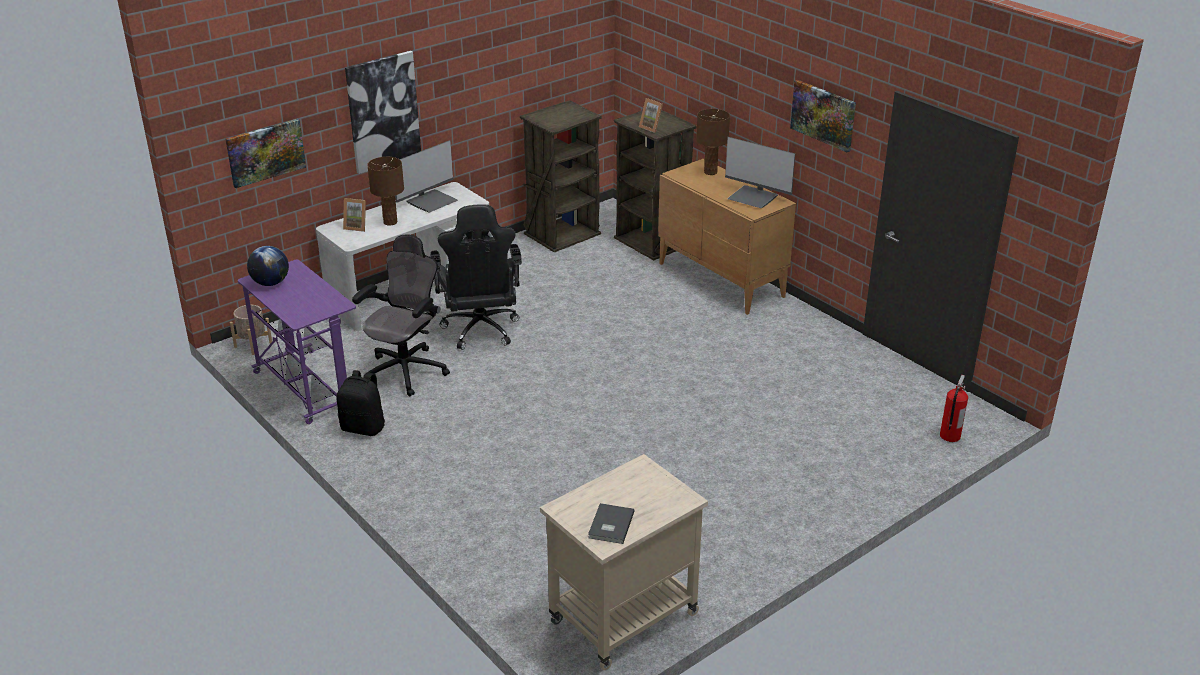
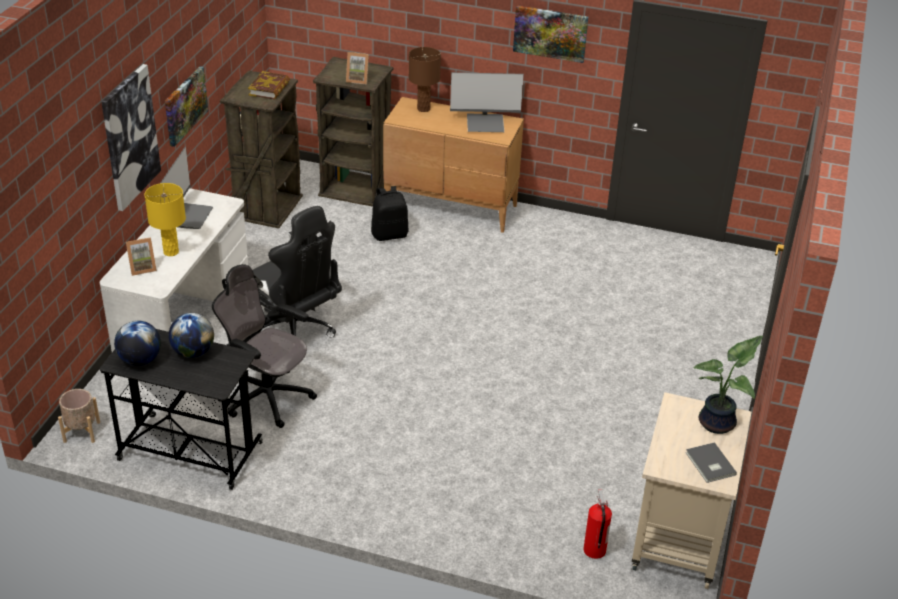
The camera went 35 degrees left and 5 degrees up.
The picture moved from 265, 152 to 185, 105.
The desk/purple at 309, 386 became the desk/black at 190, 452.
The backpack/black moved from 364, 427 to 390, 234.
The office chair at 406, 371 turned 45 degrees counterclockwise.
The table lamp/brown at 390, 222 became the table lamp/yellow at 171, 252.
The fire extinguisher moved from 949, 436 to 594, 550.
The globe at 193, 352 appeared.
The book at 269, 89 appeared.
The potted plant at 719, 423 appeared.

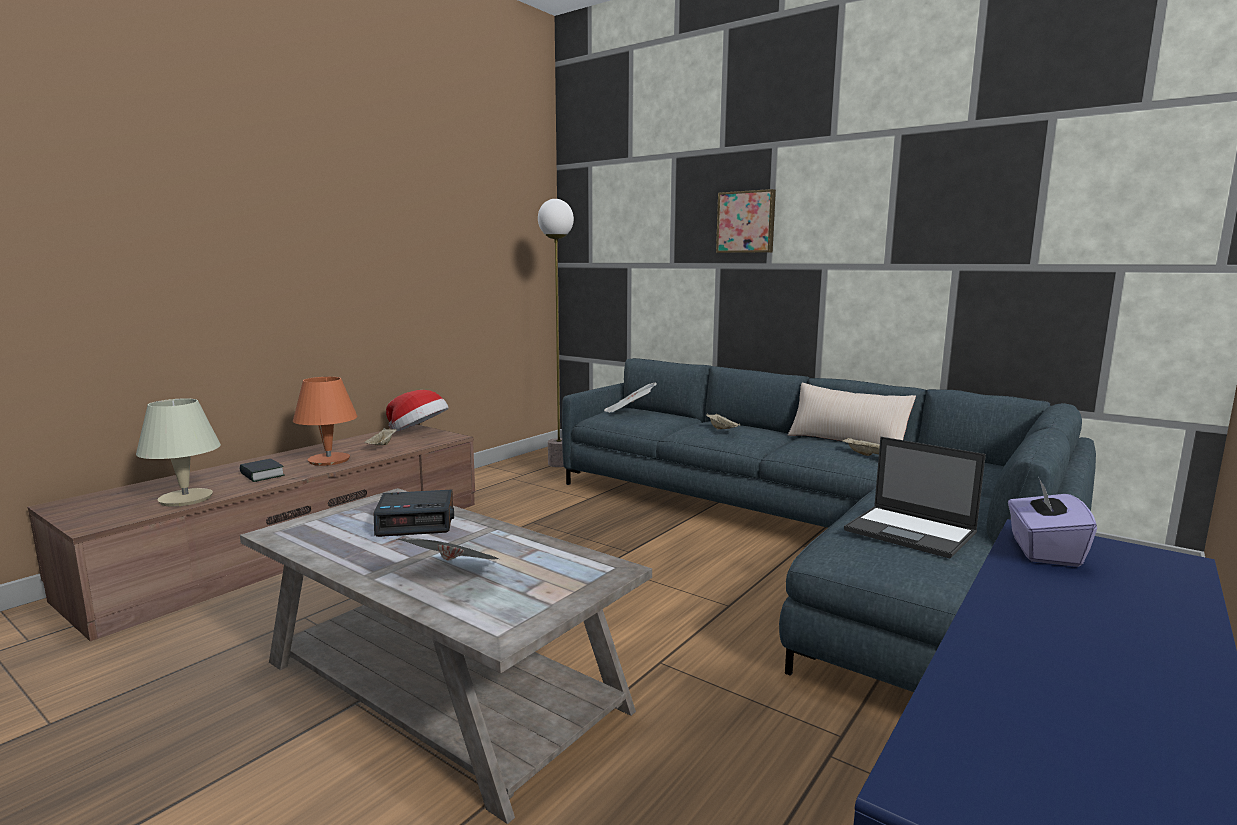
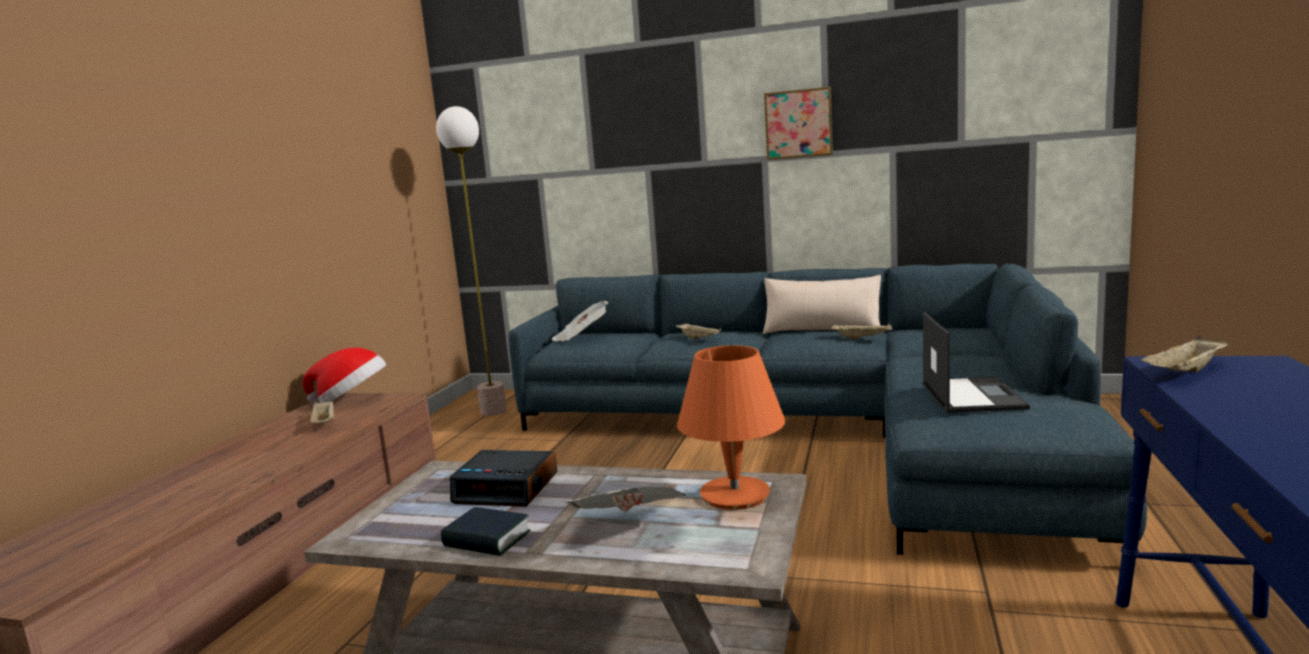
The camera went 20 degrees left and 0 degrees up.
The table lamp/beige at 186, 499 disappeared.
The book moved from 262, 475 to 487, 539.
The table lamp/orange moved from 329, 460 to 735, 494.
The alarm clock at 417, 522 turned 45 degrees clockwise.
The picture moved from 746, 222 to 798, 124.
The laptop at 911, 532 turned 105 degrees counterclockwise.
The tissue box/purple at 1043, 550 was replaced by the tray/beige at 1185, 373.

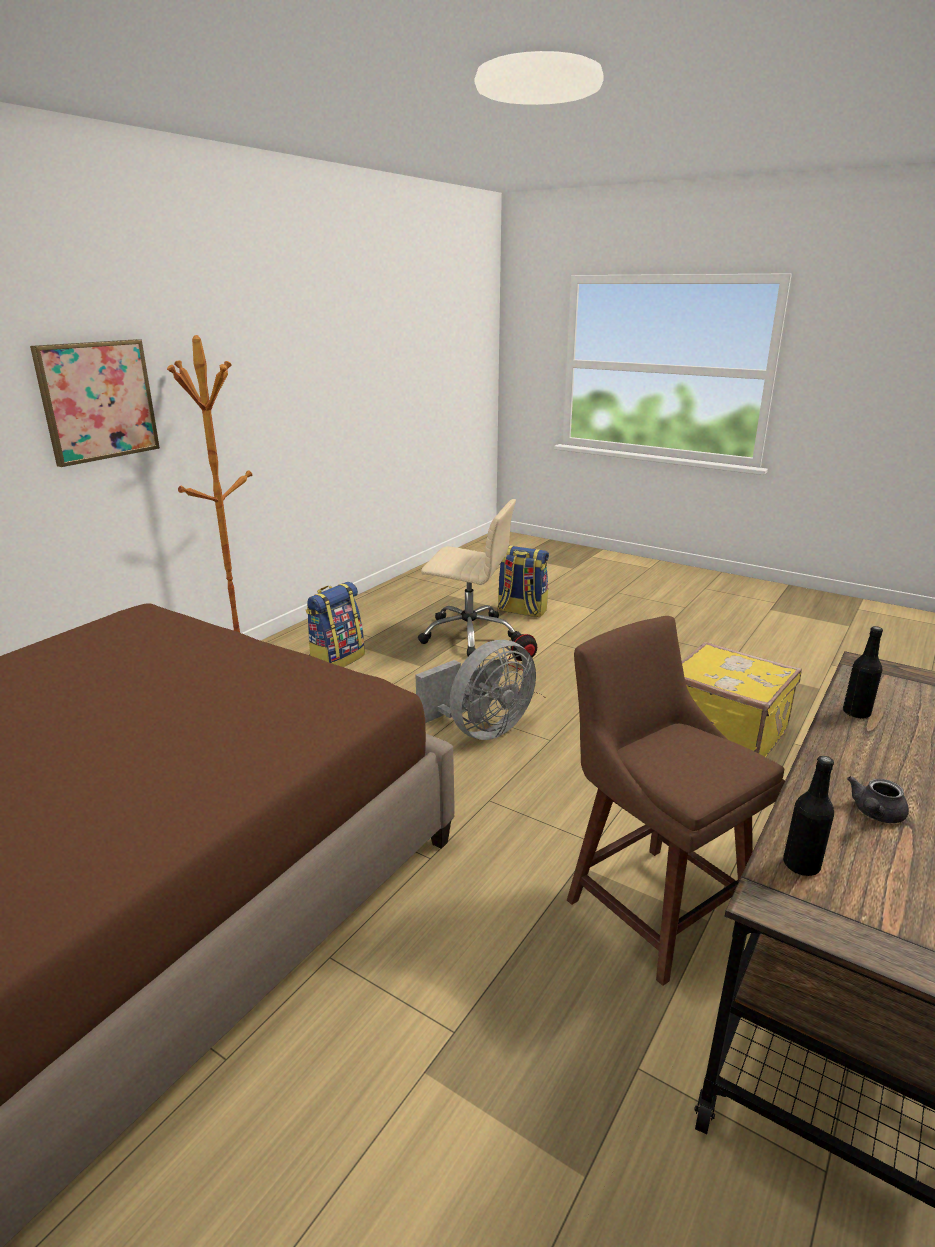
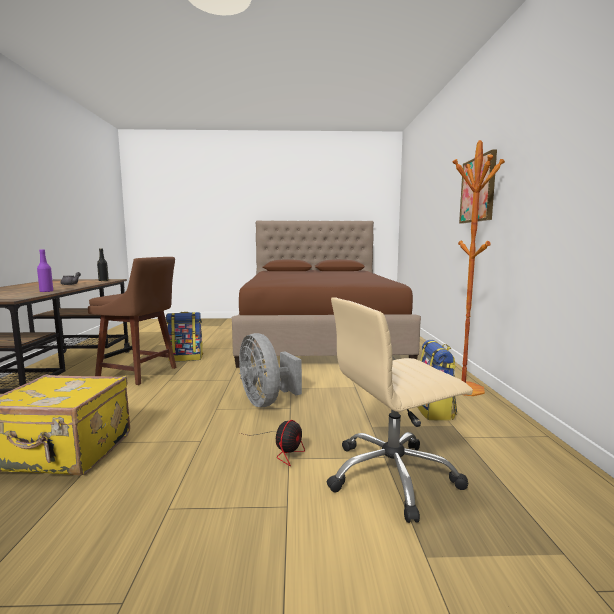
The camera went 145 degrees right and 15 degrees down.
The fan/grey at 481, 730 turned 45 degrees counterclockwise.
The backpack moved from 521, 611 to 186, 358.
The bottle/black at 856, 713 became the bottle/purple at 46, 291.

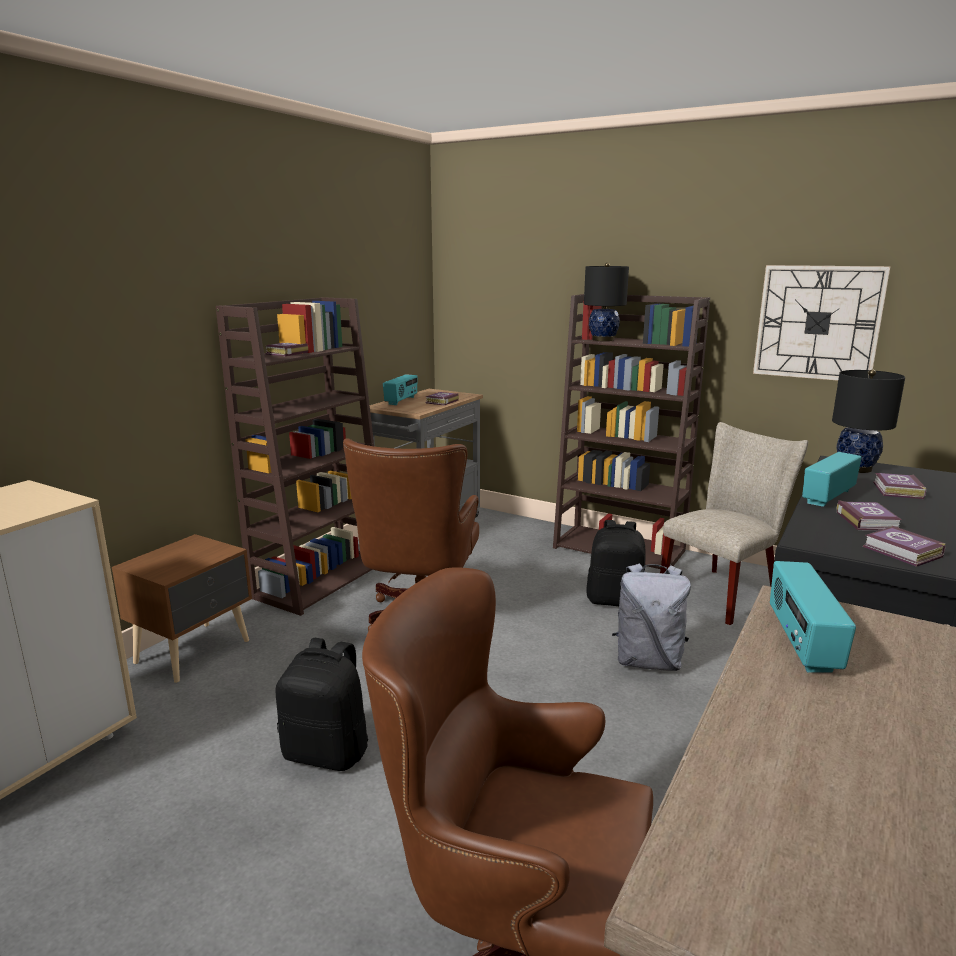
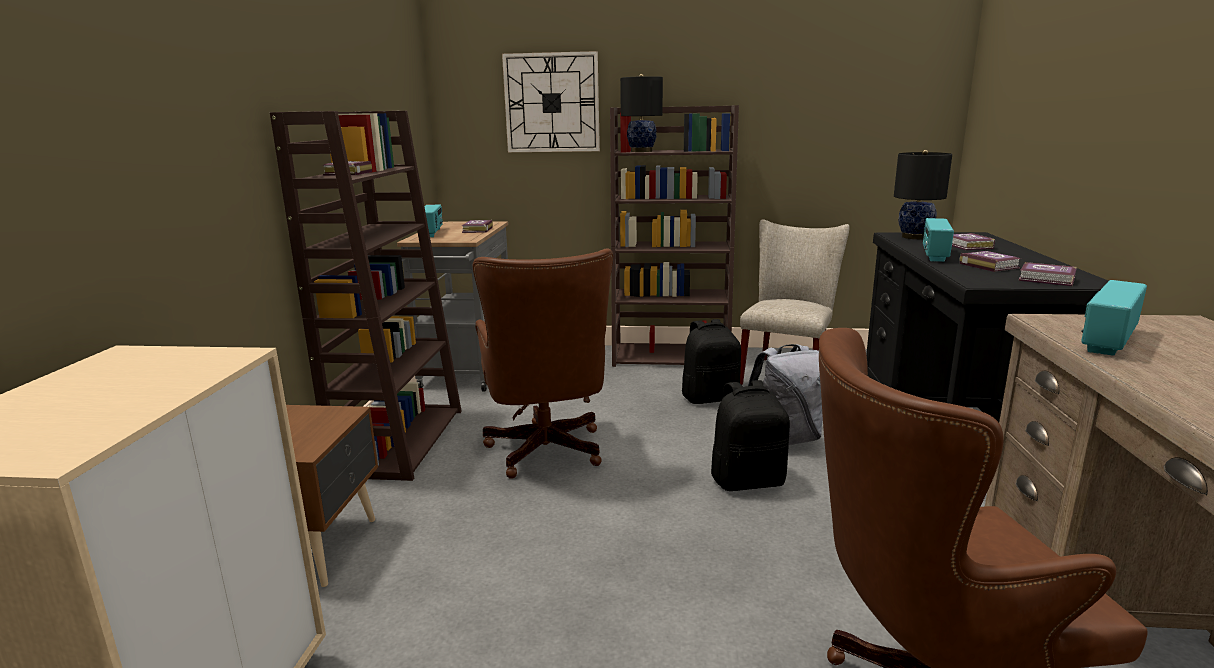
The camera went 25 degrees left and 0 degrees up.
The backpack/black moved from 327, 752 to 748, 480.
The wall clock moved from 818, 323 to 552, 103.
The radio at 801, 642 turned 60 degrees clockwise.

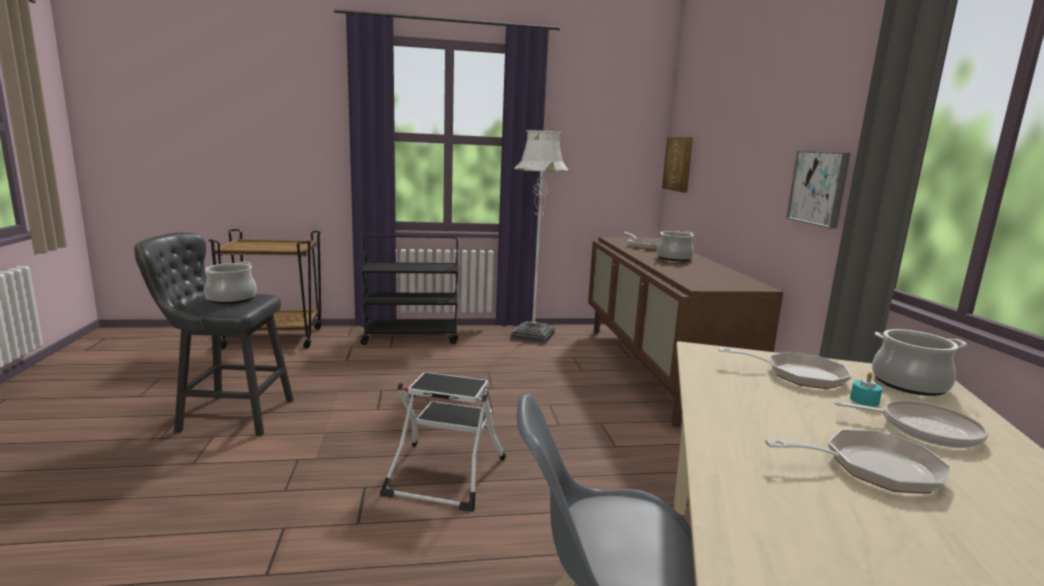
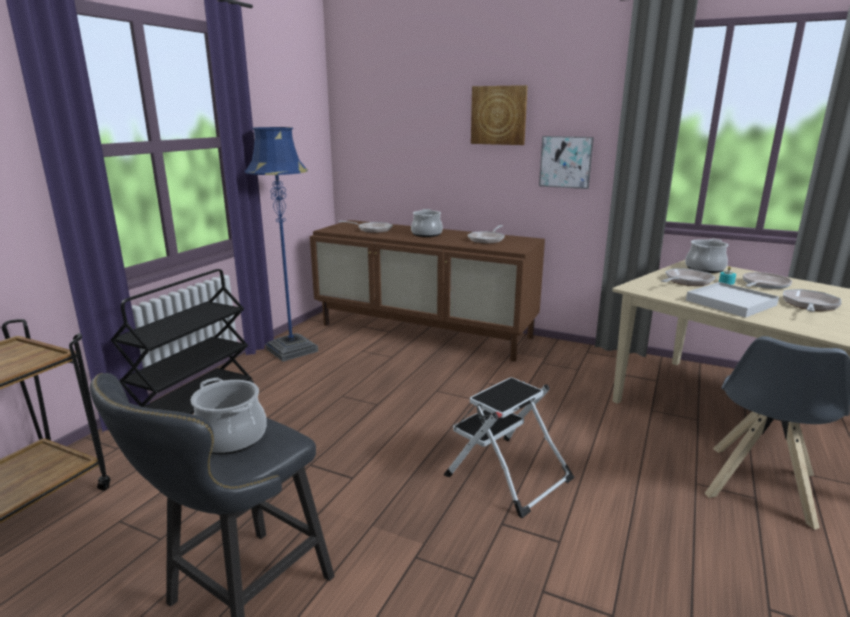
The camera went 55 degrees left and 5 degrees up.
The floor lamp/white at 533, 335 became the floor lamp/blue at 292, 350.
The picture moved from 679, 164 to 499, 115.
The frying pan at 487, 240 appeared.
The tray/white at 731, 303 appeared.

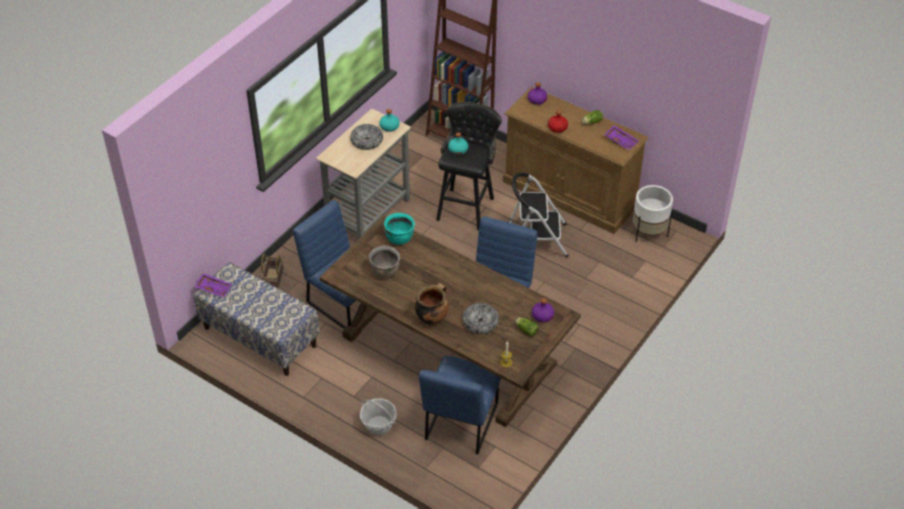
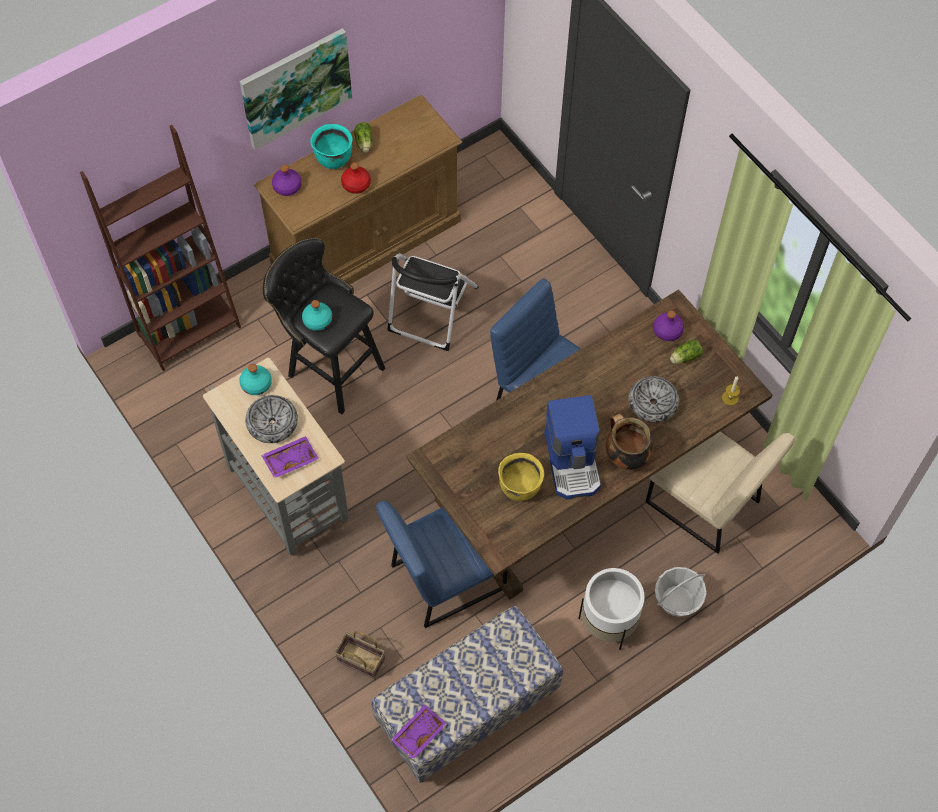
The camera went 70 degrees left and 15 degrees up.
The cooking pot/brown at 385, 272 became the cooking pot/yellow at 519, 487.
The cooking pot/turquoise moved from 399, 238 to 333, 158.
The chair/blue at 460, 423 became the chair/beige at 705, 504.
The tray/purple moved from 621, 140 to 290, 459.
The planter/white moved from 649, 232 to 608, 623.
The picture at 295, 87 appeared.
The coffee machine at 573, 461 appeared.

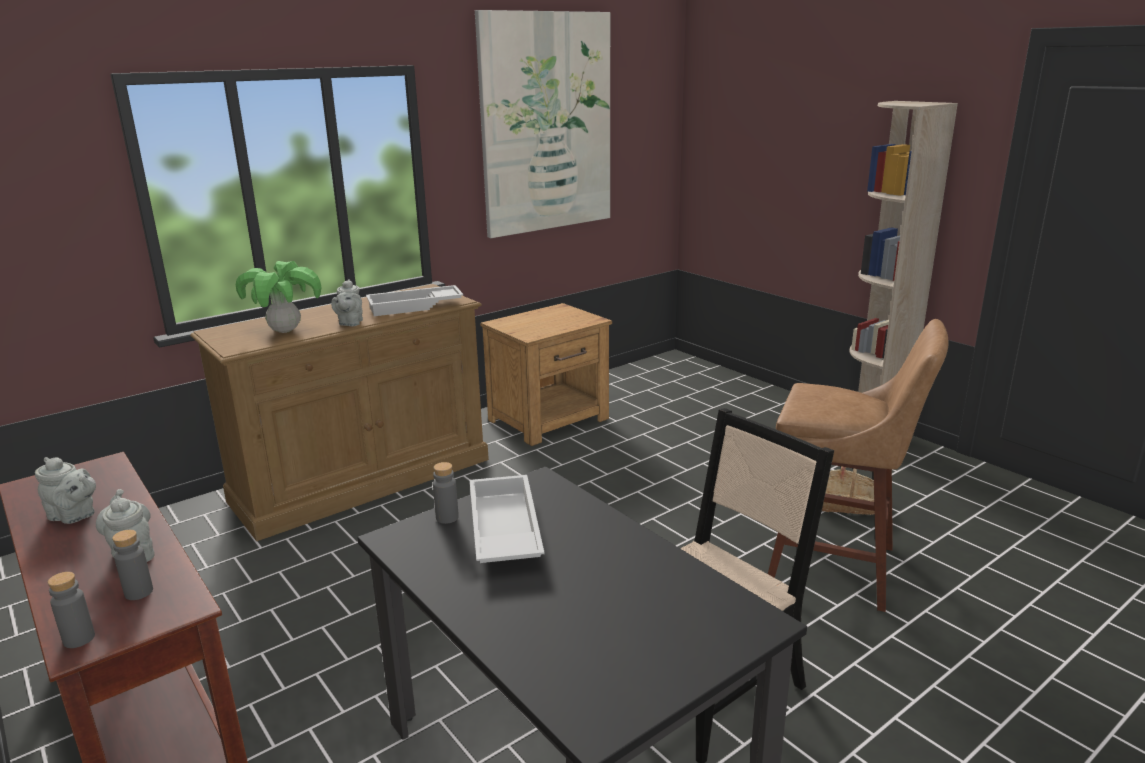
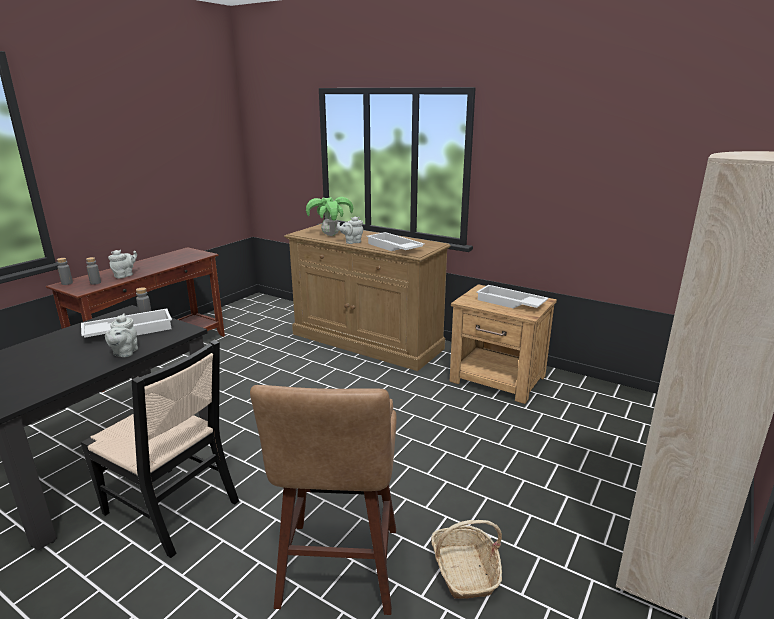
The camera went 70 degrees right and 0 degrees up.
The teapot/grey moved from 74, 516 to 124, 353.
The picture at 547, 124 disappeared.
The tray/white at 510, 303 appeared.

